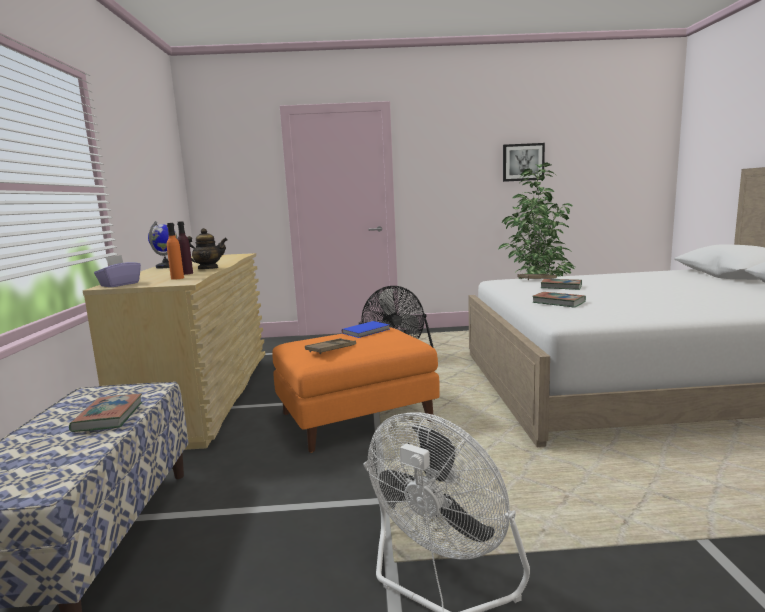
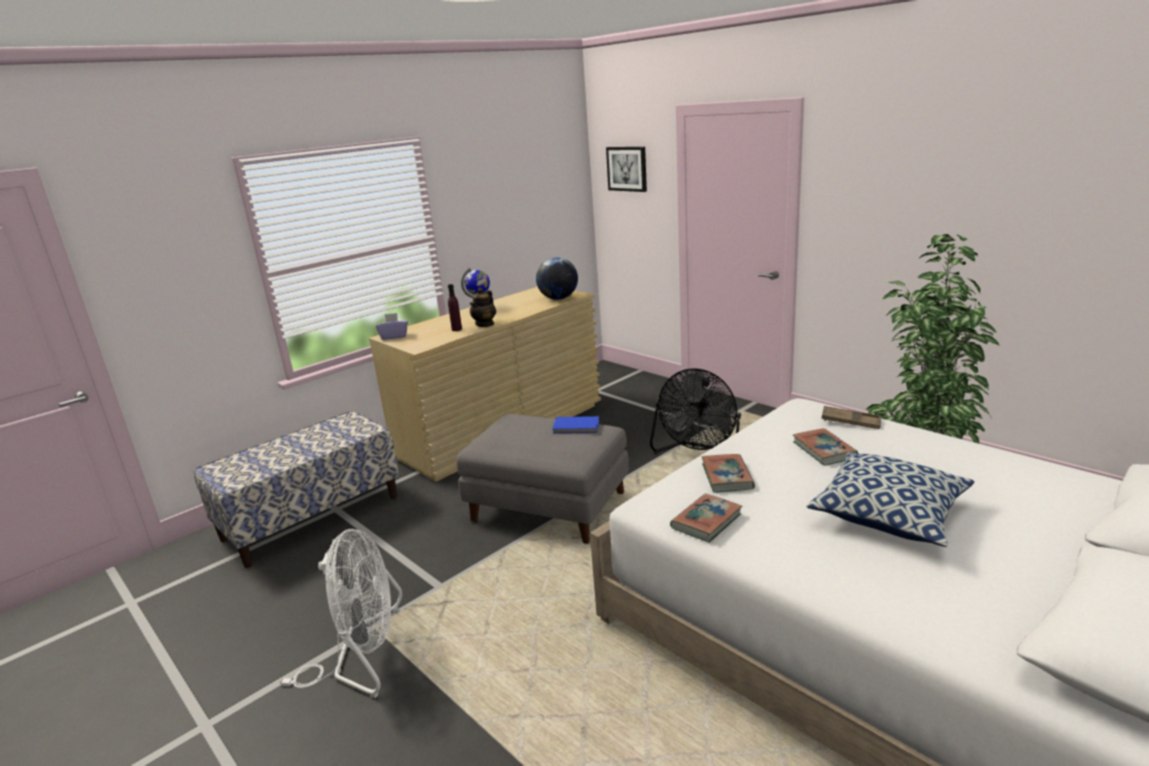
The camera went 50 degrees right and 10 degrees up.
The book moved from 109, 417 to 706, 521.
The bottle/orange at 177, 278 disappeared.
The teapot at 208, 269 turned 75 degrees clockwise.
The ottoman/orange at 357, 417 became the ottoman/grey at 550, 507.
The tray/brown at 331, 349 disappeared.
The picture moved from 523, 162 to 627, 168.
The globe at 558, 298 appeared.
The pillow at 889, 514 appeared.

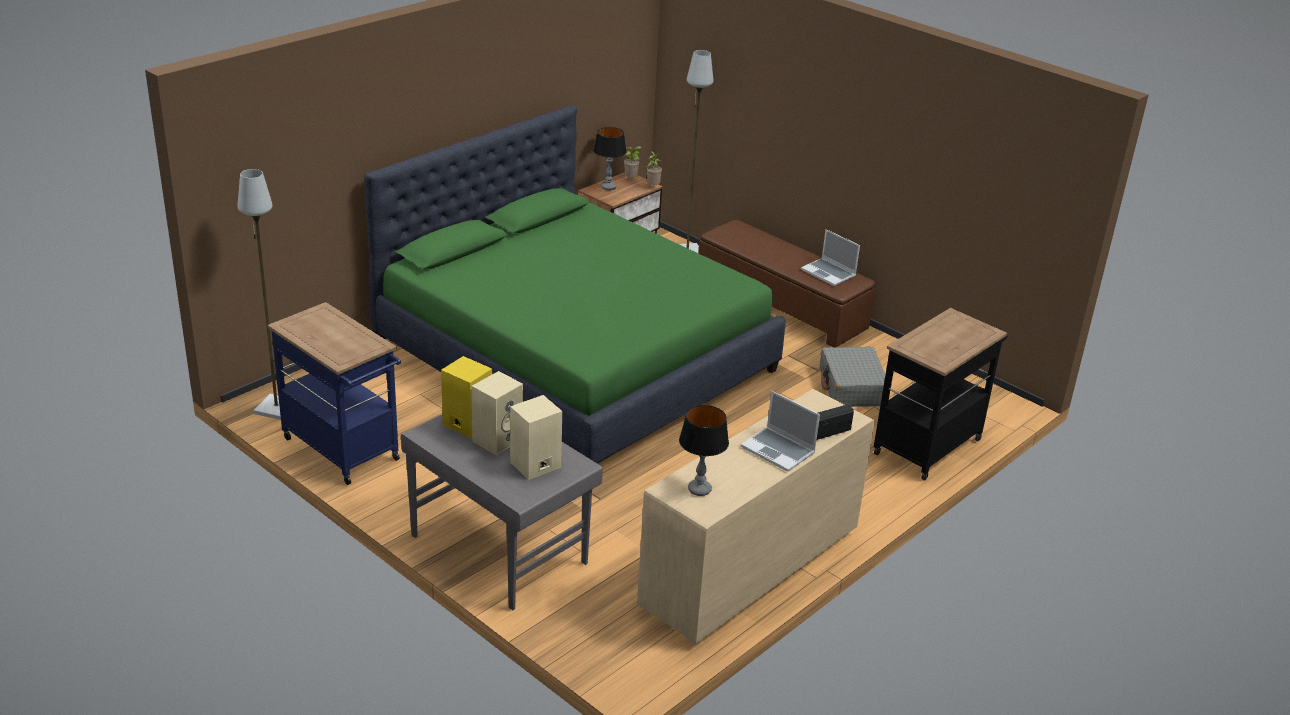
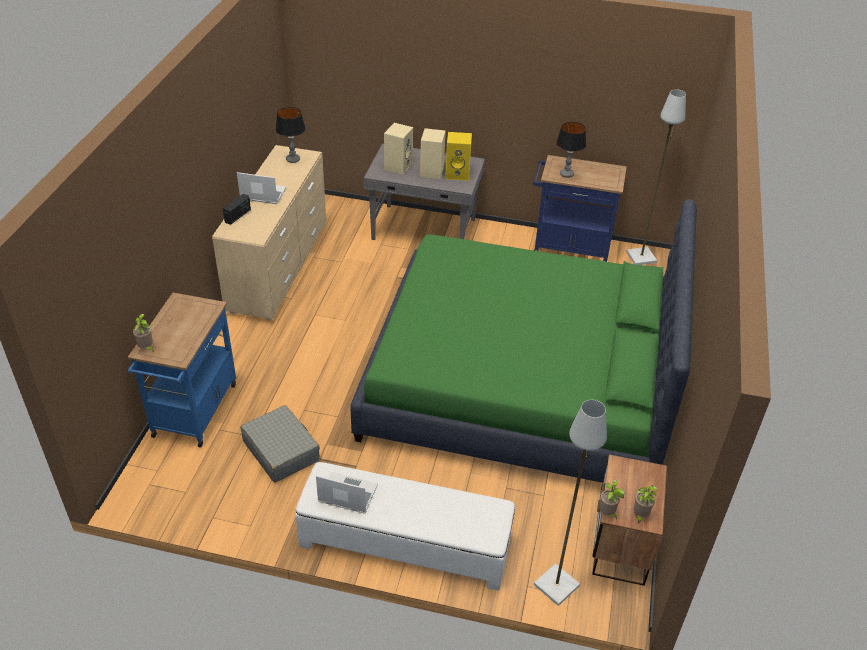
The camera went 150 degrees right and 10 degrees up.
The table lamp moved from 608, 187 to 566, 174.
The bench/brown at 781, 304 became the bench/white at 404, 542.
The cart/black at 929, 446 became the cart/blue at 194, 412.
The potted plant at 146, 348 appeared.

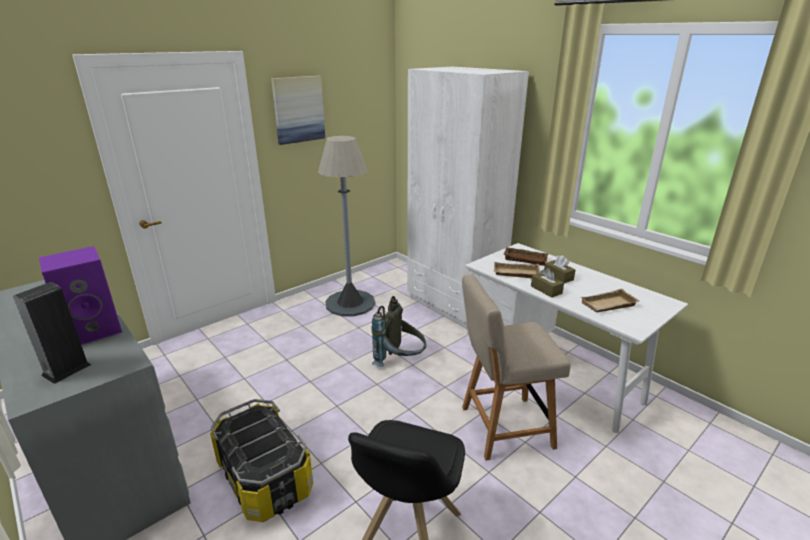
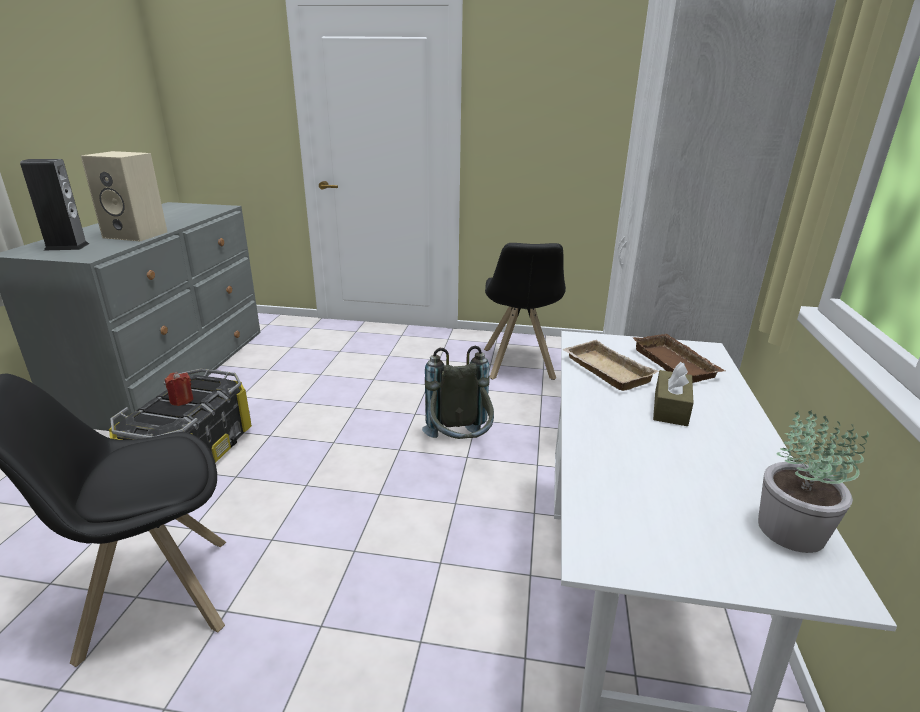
The camera went 50 degrees right and 0 degrees up.
The speaker/purple at 95, 330 became the speaker/beige at 137, 235.
The picture at 298, 109 disappeared.
The floor lamp/grey at 350, 303 was replaced by the chair/black at 519, 364.
The chair/beige at 502, 427 disappeared.
The tissue box/brown at 546, 290 disappeared.
The tray/beige at 608, 305 disappeared.
The candle/red at 181, 400 appeared.
The potted plant at 791, 531 appeared.

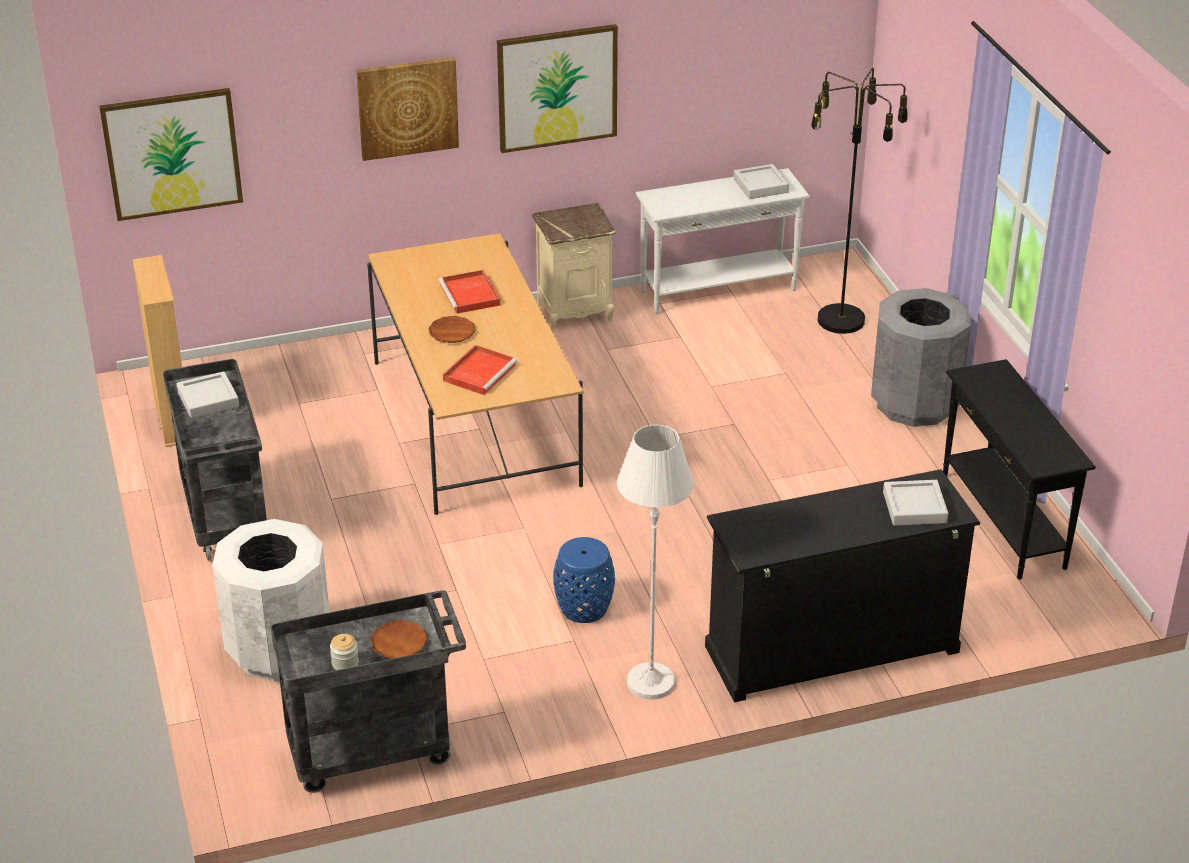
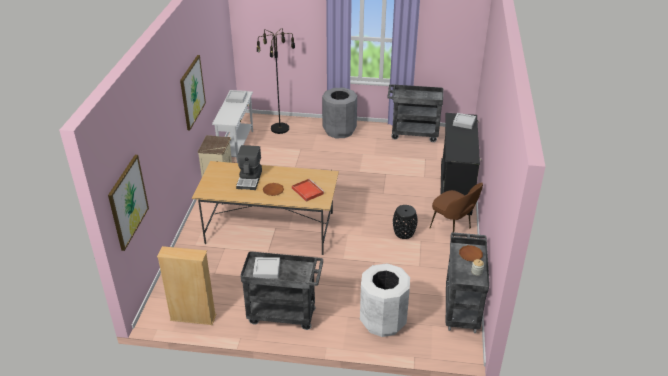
The camera went 65 degrees left and 0 degrees up.
The picture at 407, 108 disappeared.
The tray/red at 471, 295 was replaced by the coffee machine at 250, 179.
The stool/blue at 584, 608 became the stool/black at 404, 233.
The floor lamp/white at 650, 682 was replaced by the chair/brown at 452, 230.
The console table/black at 1005, 521 was replaced by the cart/black at 412, 135.

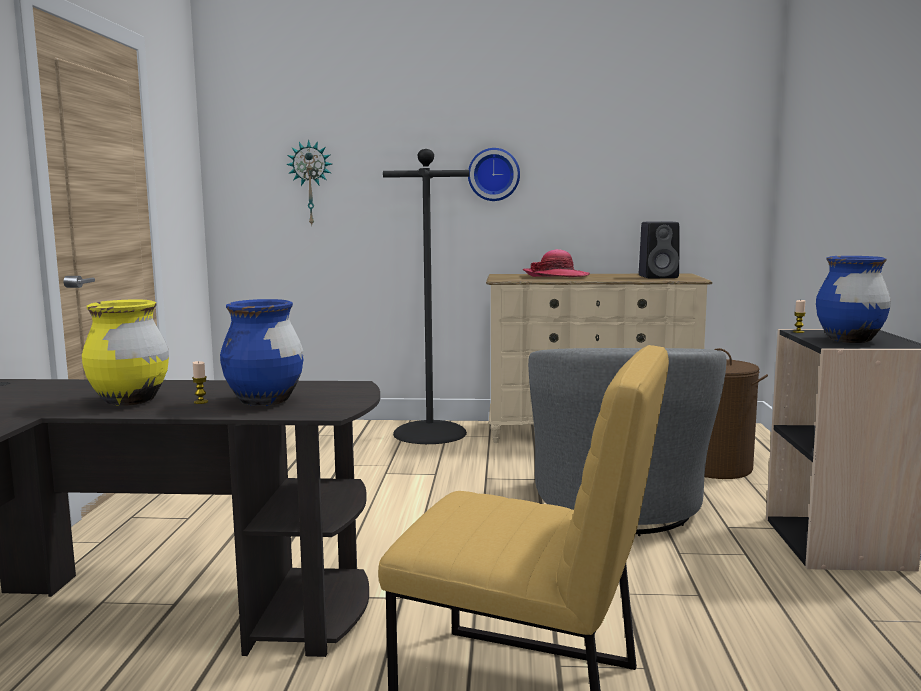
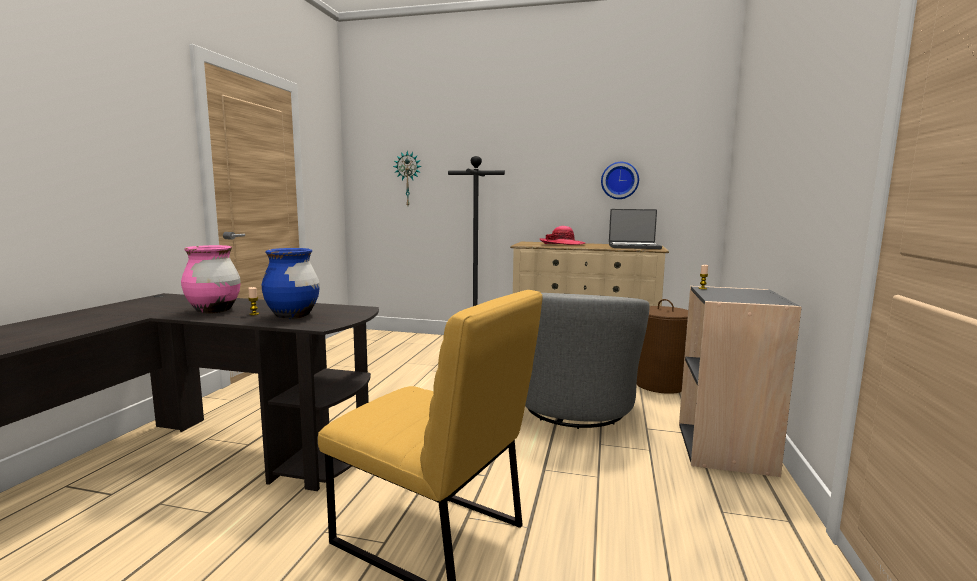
The camera went 10 degrees right and 0 degrees up.
The vase/yellow at 129, 401 became the vase/pink at 214, 311.
The wall clock moved from 494, 174 to 619, 180.
The speaker/black at 659, 277 was replaced by the laptop at 634, 247.
The vase/blue at 849, 340 disappeared.

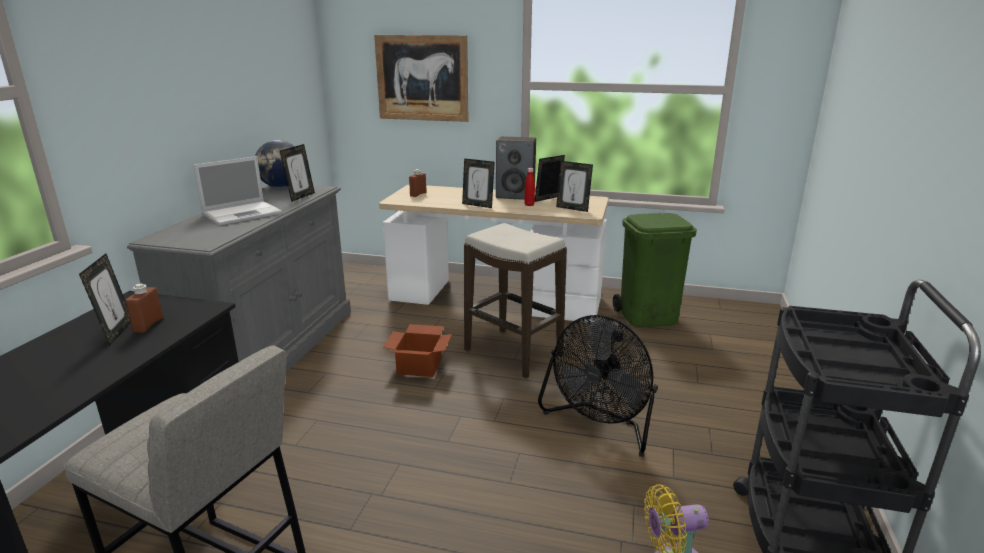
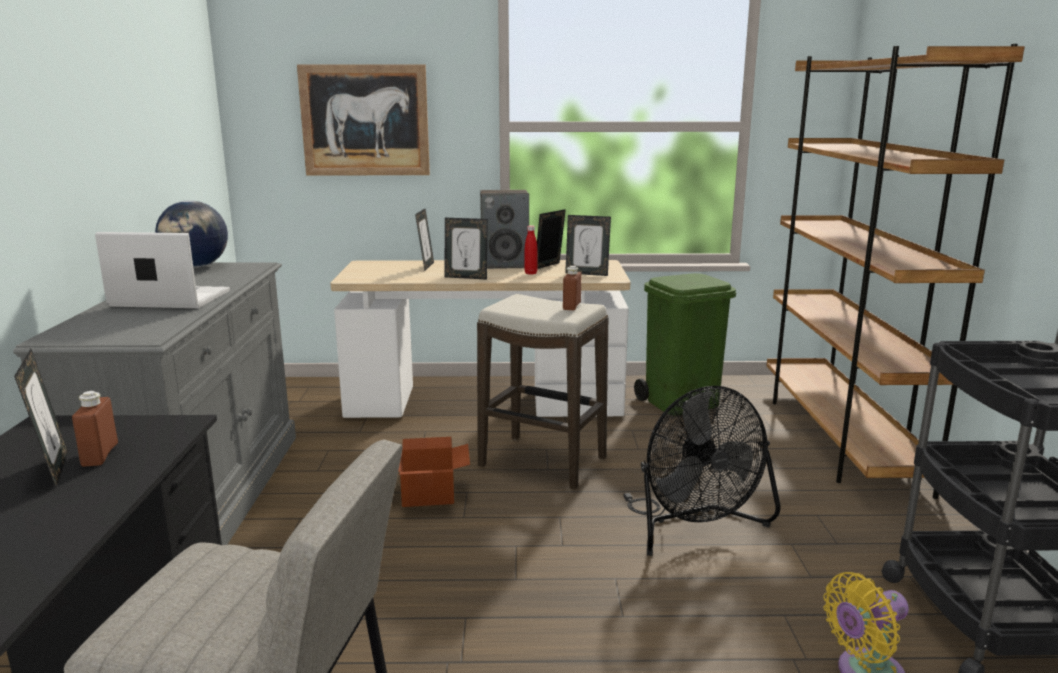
The camera went 15 degrees left and 5 degrees down.
The laptop at 243, 213 turned 120 degrees counterclockwise.
The picture frame moved from 300, 197 to 426, 266.
The bottle/brown moved from 418, 194 to 571, 306.
The fan/black at 598, 421 turned 45 degrees counterclockwise.
The bookcase/brown at 839, 438 appeared.

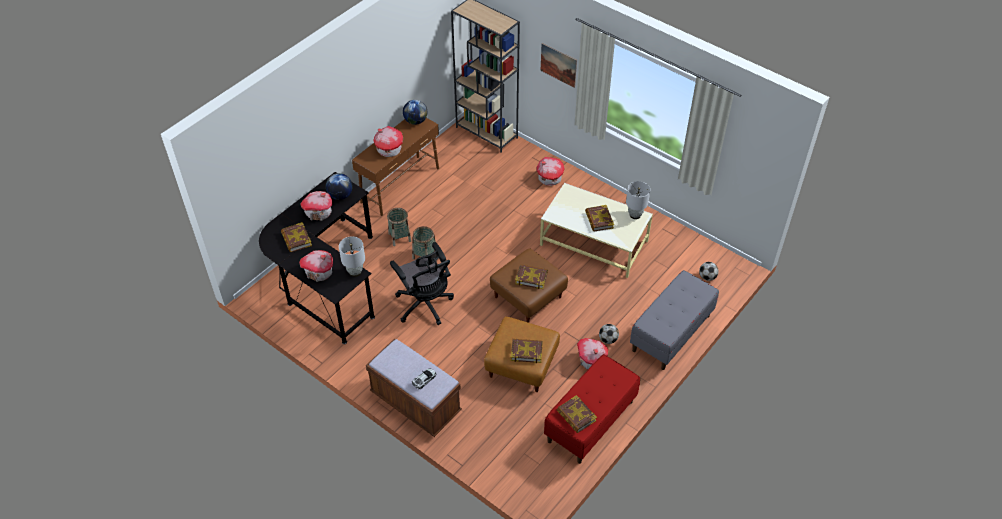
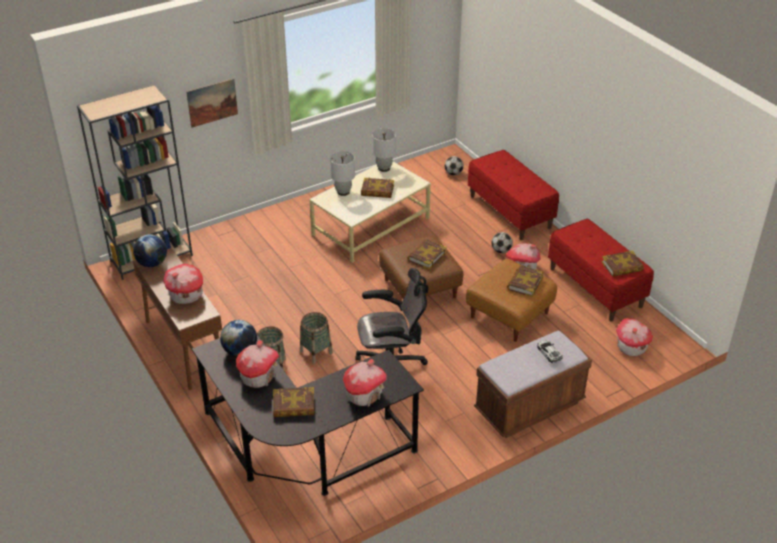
The camera went 70 degrees left and 10 degrees down.
The table lamp/white moved from 355, 272 to 343, 192.
The toy house moved from 549, 179 to 631, 347.
The bench/grey at 671, 333 became the bench/red at 510, 212.

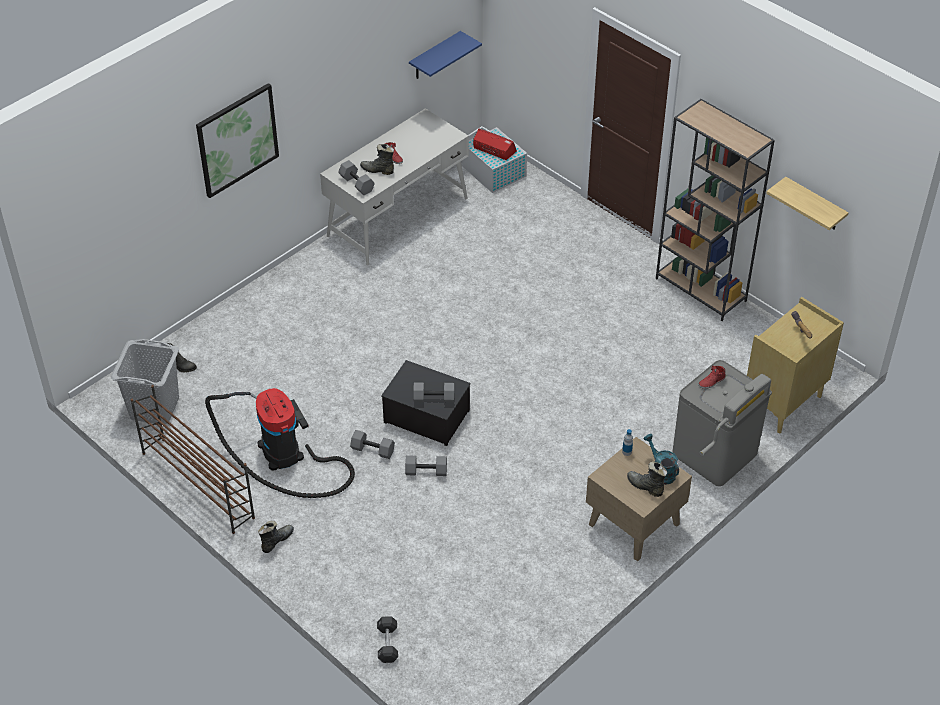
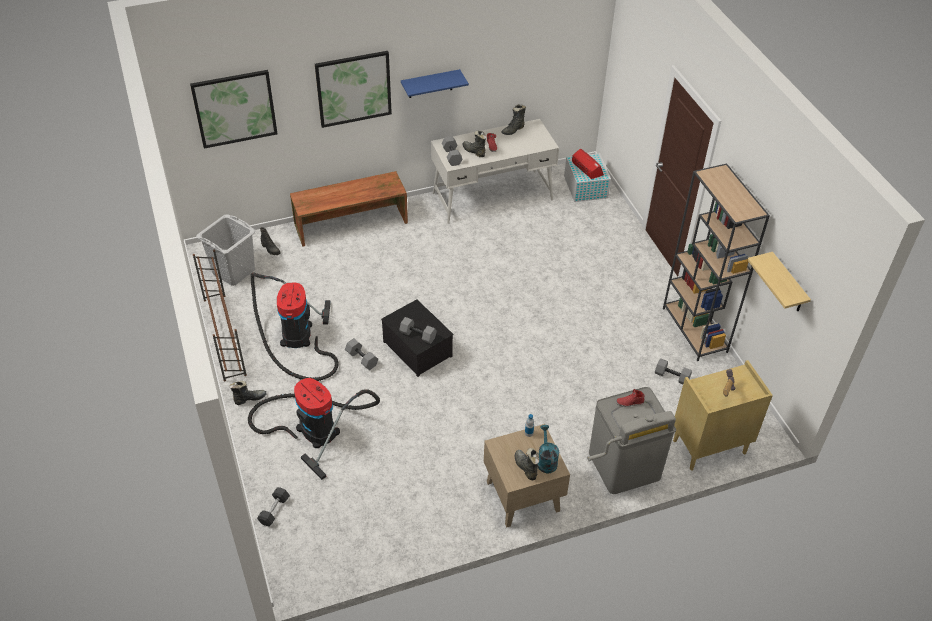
The camera went 25 degrees right and 0 degrees up.
The dumbbell/grey moved from 426, 471 to 672, 376.
The shelf/blue moved from 435, 56 to 430, 84.
The picture at 234, 108 appeared.
The vacuum cleaner at 314, 428 appeared.
The bench/brown at 351, 222 appeared.
The boot/black at 513, 130 appeared.

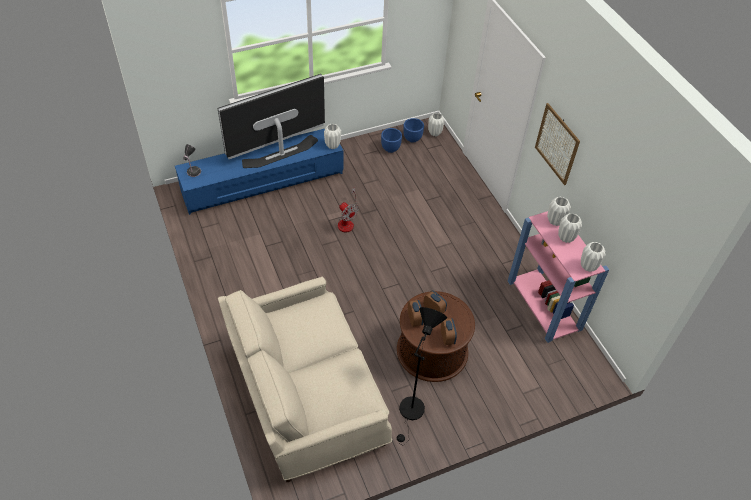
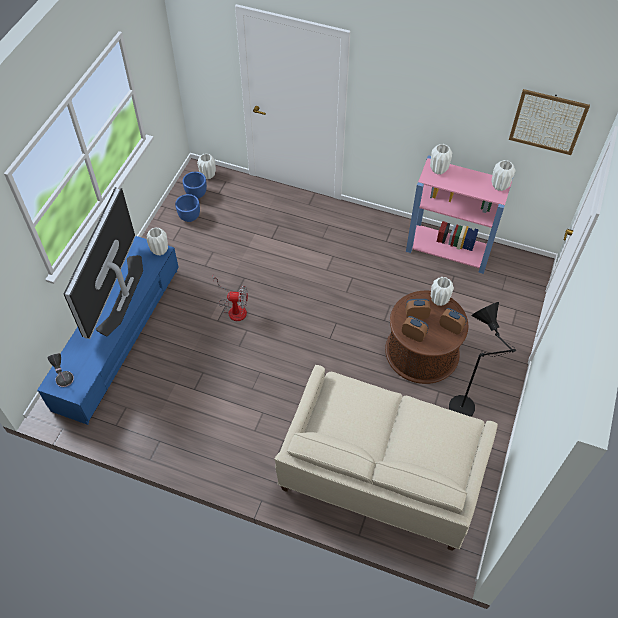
The camera went 45 degrees left and 5 degrees up.
The picture moved from 557, 143 to 548, 121.
The vase/white moved from 566, 238 to 439, 300.

